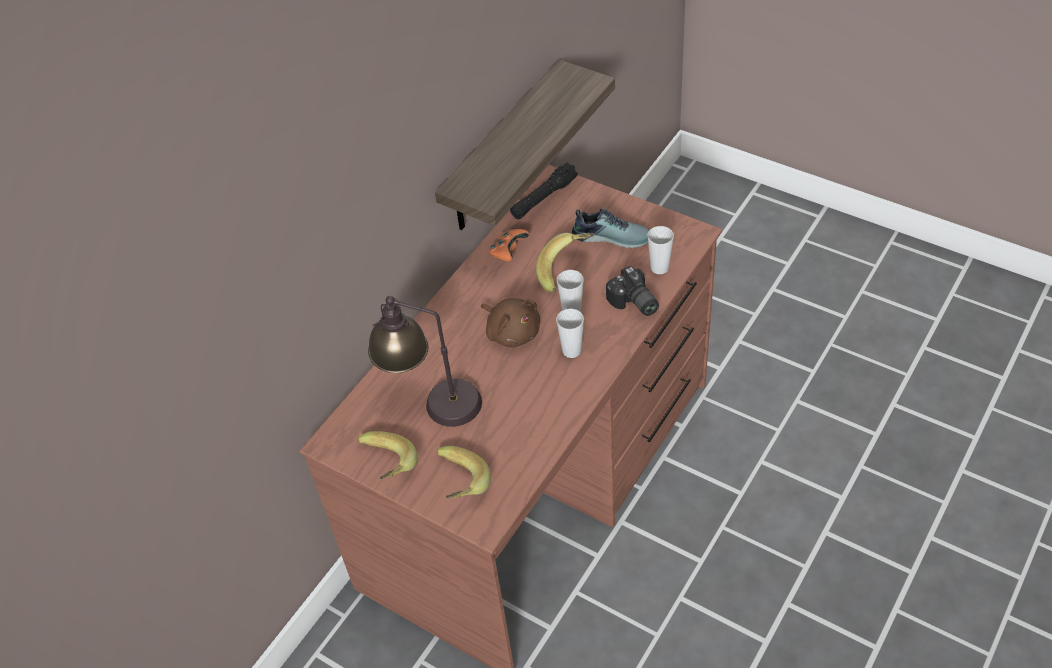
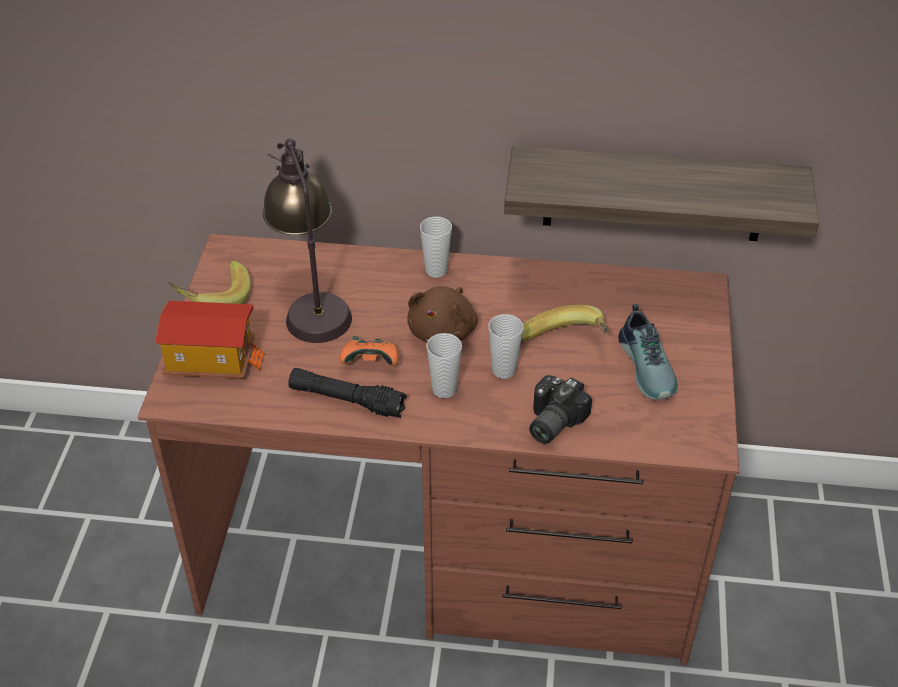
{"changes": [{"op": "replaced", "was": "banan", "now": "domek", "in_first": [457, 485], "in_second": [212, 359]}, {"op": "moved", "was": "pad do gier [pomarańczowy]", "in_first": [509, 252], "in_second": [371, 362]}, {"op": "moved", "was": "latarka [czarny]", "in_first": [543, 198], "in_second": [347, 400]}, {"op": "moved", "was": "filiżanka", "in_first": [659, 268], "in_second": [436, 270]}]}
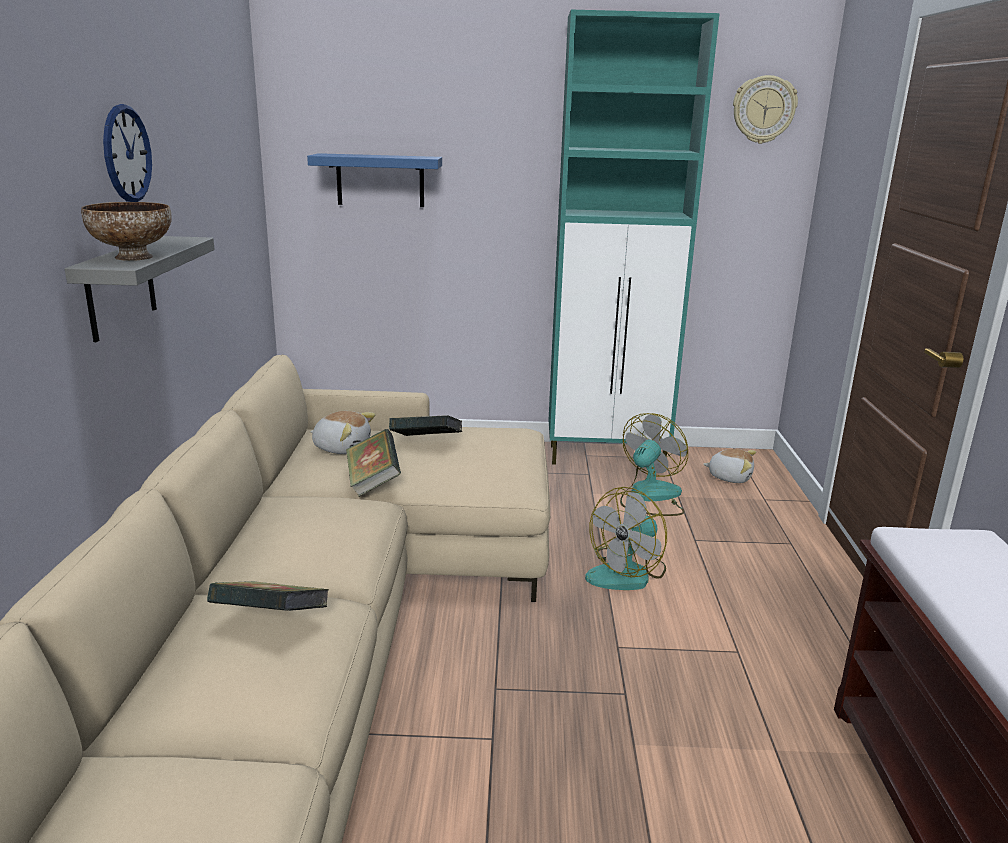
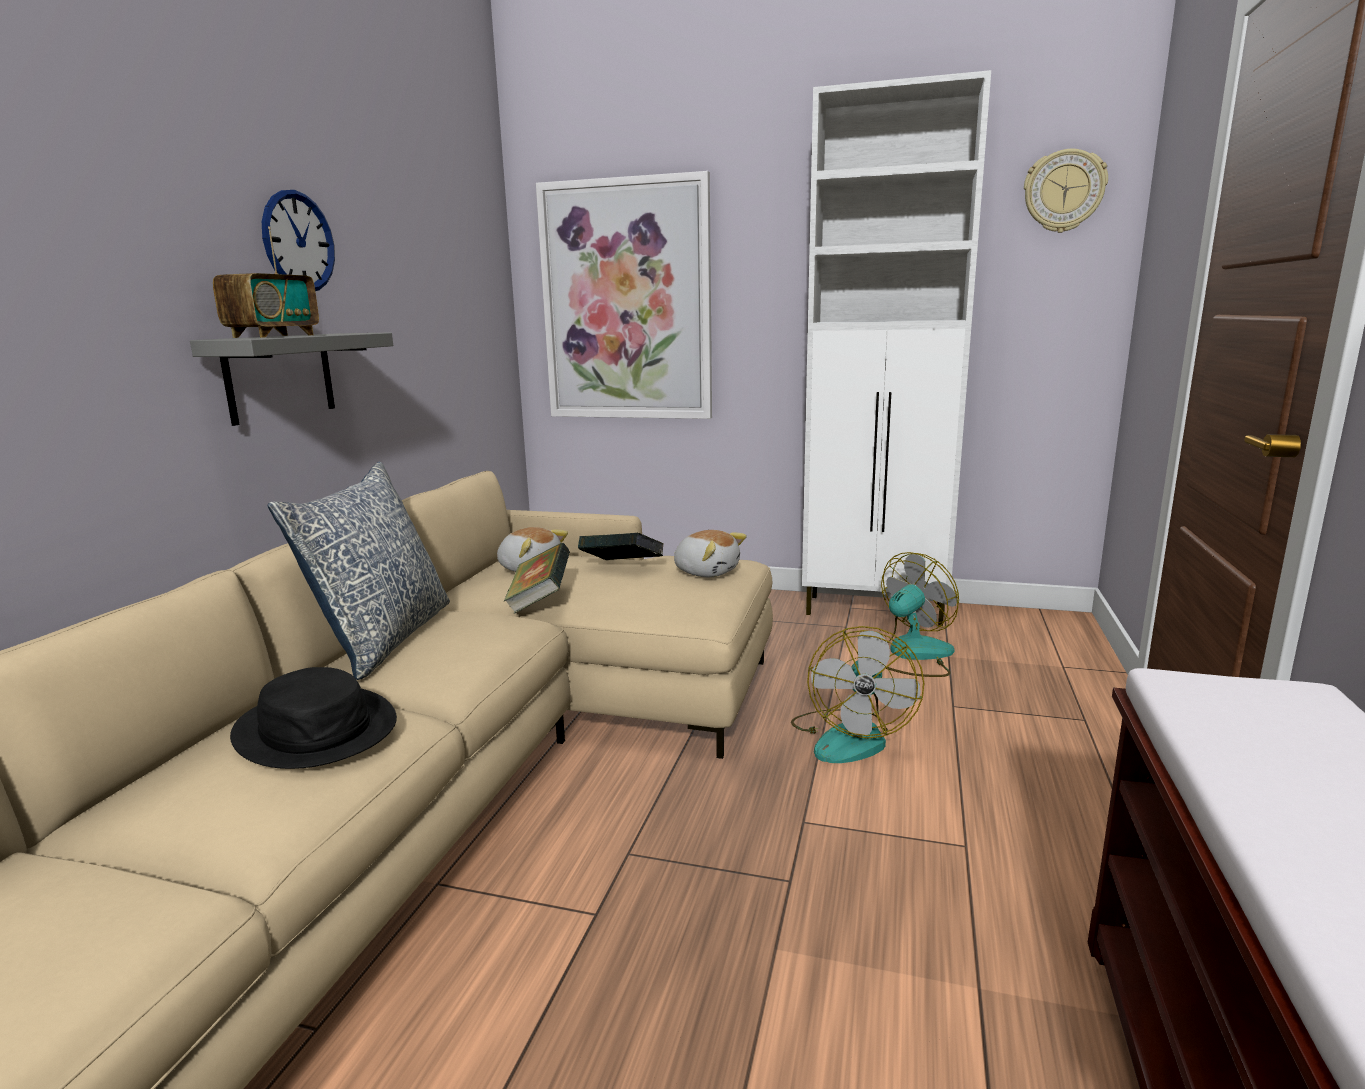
{"changes": [{"op": "replaced", "was": "miska", "now": "radio", "in_first": [132, 257], "in_second": [273, 336]}, {"op": "replaced", "was": "książka", "now": "kapelusz [czarny]", "in_first": [271, 623], "in_second": [316, 729]}, {"op": "replaced", "was": "półka [niebieski]", "now": "obraz", "in_first": [380, 180], "in_second": [626, 302]}, {"op": "recoloured", "was": "szafka [turkusowy]", "now": "szafka [biały]", "in_first": [608, 457], "in_second": [876, 610]}, {"op": "turned", "was": "wentylator", "in_first": [627, 573], "in_second": [850, 737], "clockwise": -45}, {"op": "moved", "was": "pluszak", "in_first": [729, 477], "in_second": [707, 571]}, {"op": "added", "now": "poduszka", "in_second": [383, 639]}]}
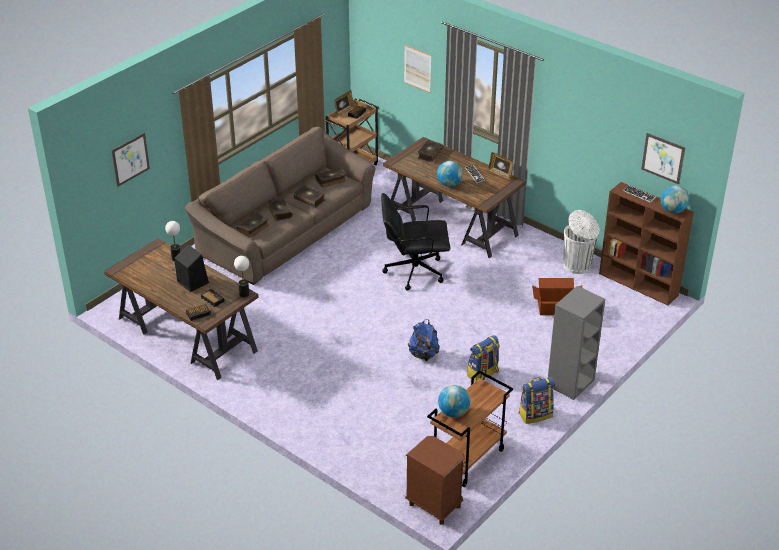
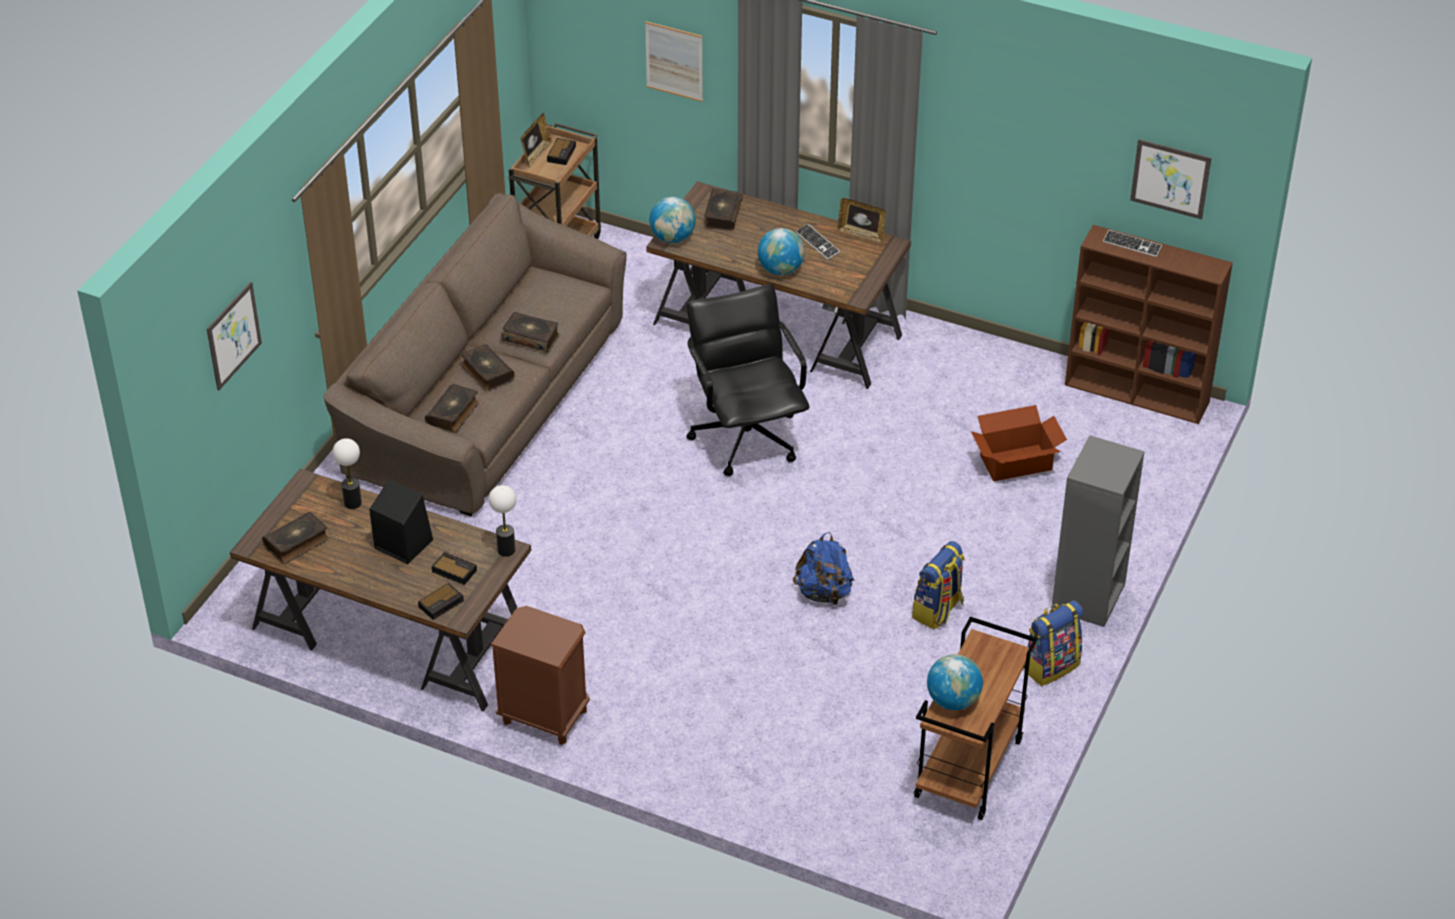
{"changes": [{"op": "moved", "was": "książka", "in_first": [331, 180], "in_second": [297, 543]}, {"op": "turned", "was": "krzesło biurowe [czarny]", "in_first": [413, 271], "in_second": [746, 437], "clockwise": 90}, {"op": "moved", "was": "szafka nocna [brązowy]", "in_first": [434, 506], "in_second": [544, 717]}, {"op": "removed", "was": "kosz na śmieci [biały]", "in_first": [578, 265]}, {"op": "moved", "was": "globus", "in_first": [673, 210], "in_second": [672, 238]}]}
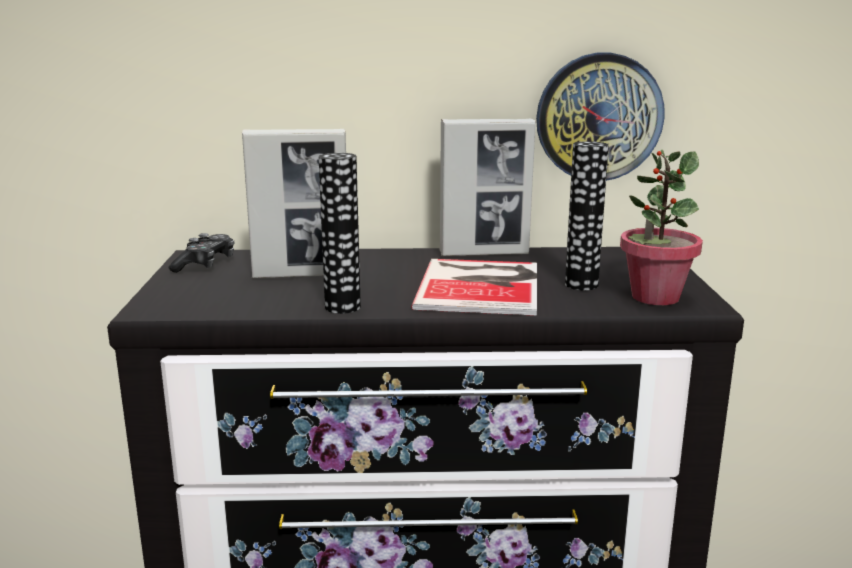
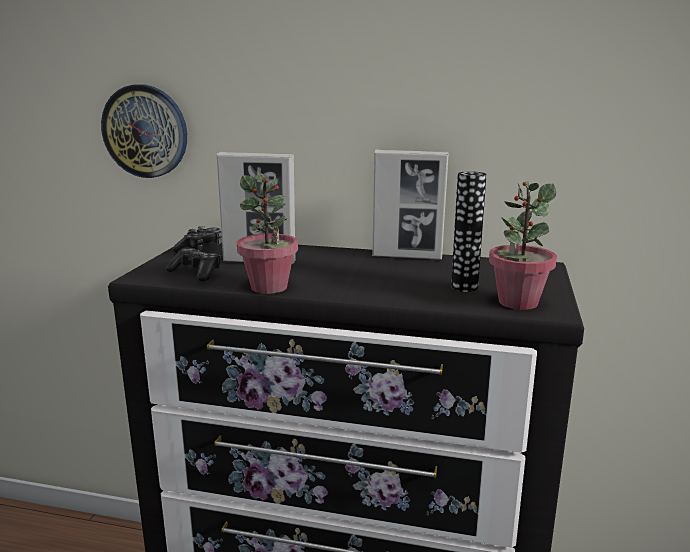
{"changes": [{"op": "replaced", "was": "wazon", "now": "roślina doniczkowa", "in_first": [342, 307], "in_second": [269, 287]}, {"op": "removed", "was": "książka", "in_first": [482, 286]}, {"op": "moved", "was": "zegar ścienny", "in_first": [599, 117], "in_second": [145, 131]}, {"op": "added", "now": "pad do gier", "in_second": [196, 273]}]}
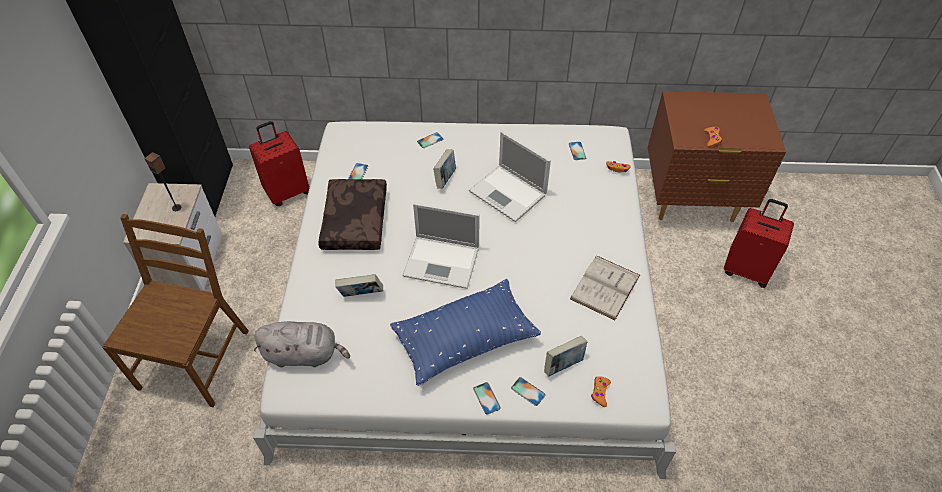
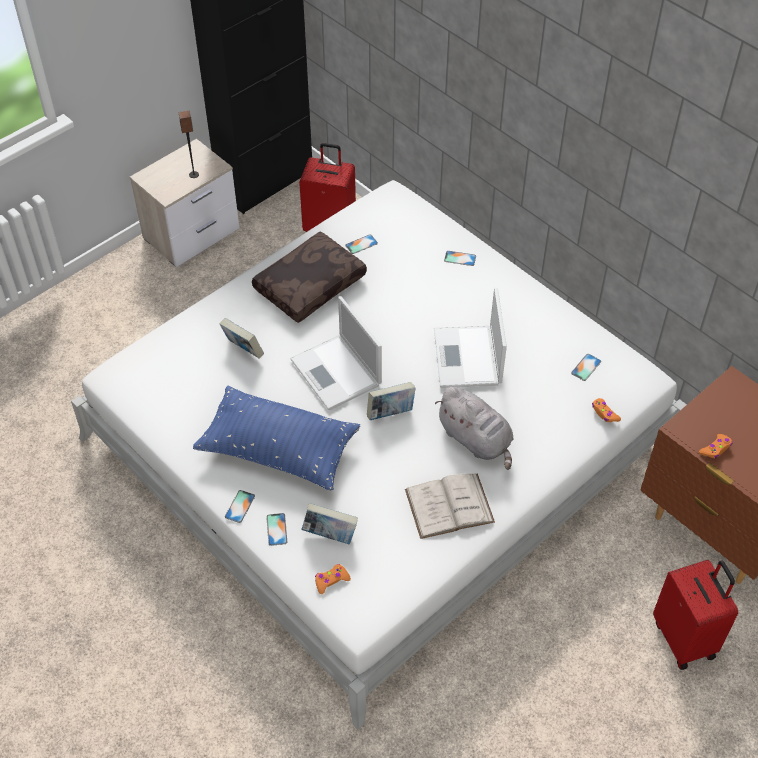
{"changes": [{"op": "removed", "was": "krzesło [brązowy]", "in_first": [195, 358]}, {"op": "moved", "was": "pluszak [szary]", "in_first": [304, 354], "in_second": [476, 440]}, {"op": "moved", "was": "książka", "in_first": [445, 179], "in_second": [390, 413]}]}
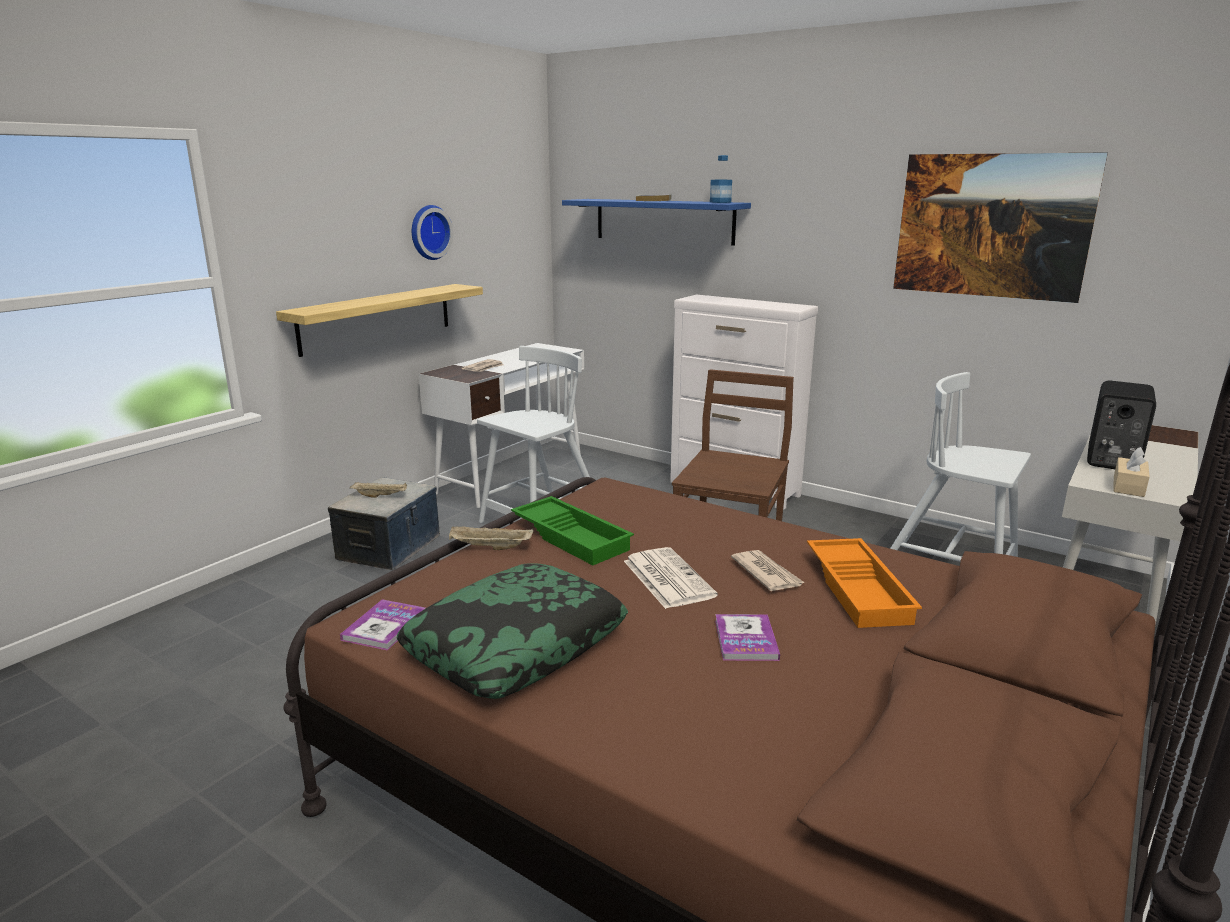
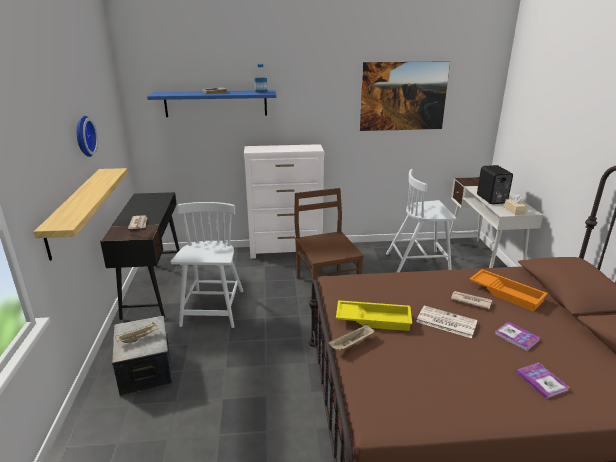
{"changes": [{"op": "moved", "was": "książka", "in_first": [384, 626], "in_second": [541, 381]}, {"op": "removed", "was": "poduszka", "in_first": [516, 646]}, {"op": "recoloured", "was": "biurko [biały]", "now": "biurko [czarny]", "in_first": [512, 475], "in_second": [154, 286]}, {"op": "recoloured", "was": "taca [zielony]", "now": "taca [żółty]", "in_first": [573, 537], "in_second": [374, 319]}]}
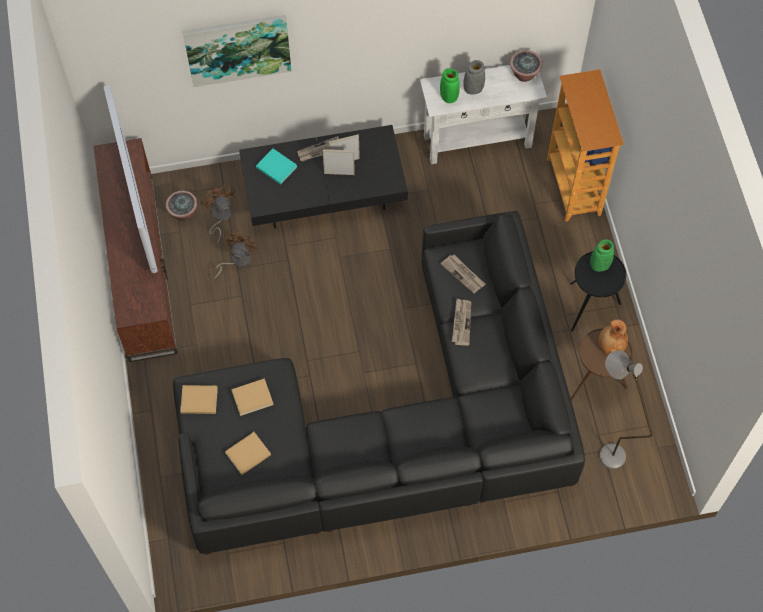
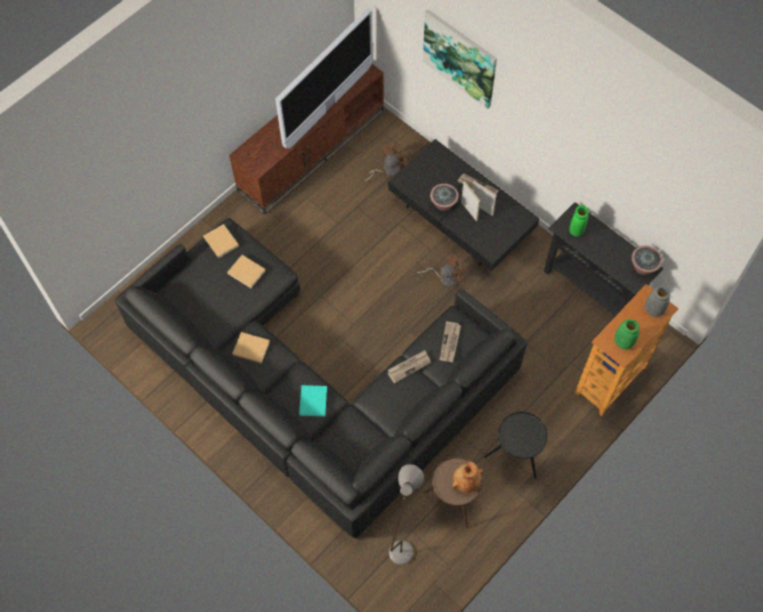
{"changes": [{"op": "moved", "was": "roślina doniczkowa", "in_first": [183, 213], "in_second": [443, 204]}, {"op": "moved", "was": "wentylator [brązowy]", "in_first": [236, 260], "in_second": [445, 277]}, {"op": "moved", "was": "książka [beżowy]", "in_first": [247, 454], "in_second": [250, 348]}, {"op": "moved", "was": "książka [turkusowy]", "in_first": [275, 166], "in_second": [313, 400]}, {"op": "recoloured", "was": "stolik konsolowy [biały]", "now": "stolik konsolowy [czarny]", "in_first": [477, 141], "in_second": [590, 289]}, {"op": "moved", "was": "wazon [szary]", "in_first": [473, 89], "in_second": [653, 310]}, {"op": "moved", "was": "wazon [zielony]", "in_first": [599, 265], "in_second": [623, 342]}]}
